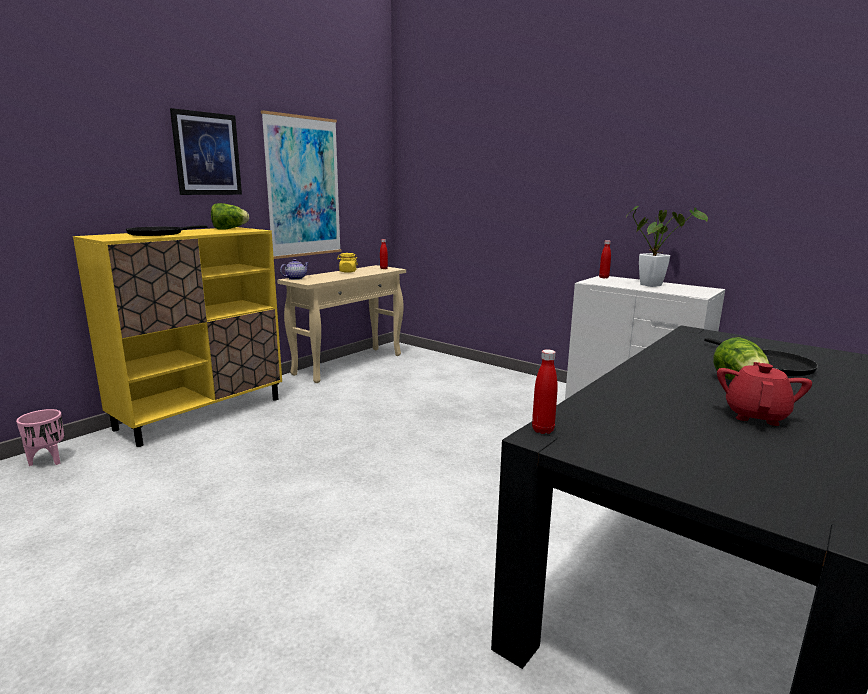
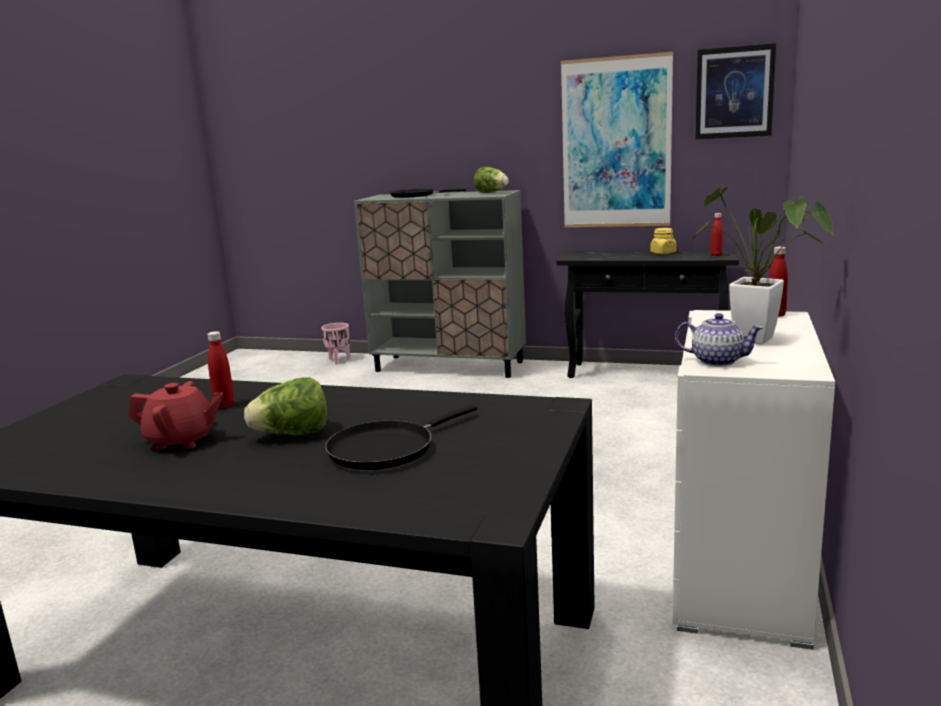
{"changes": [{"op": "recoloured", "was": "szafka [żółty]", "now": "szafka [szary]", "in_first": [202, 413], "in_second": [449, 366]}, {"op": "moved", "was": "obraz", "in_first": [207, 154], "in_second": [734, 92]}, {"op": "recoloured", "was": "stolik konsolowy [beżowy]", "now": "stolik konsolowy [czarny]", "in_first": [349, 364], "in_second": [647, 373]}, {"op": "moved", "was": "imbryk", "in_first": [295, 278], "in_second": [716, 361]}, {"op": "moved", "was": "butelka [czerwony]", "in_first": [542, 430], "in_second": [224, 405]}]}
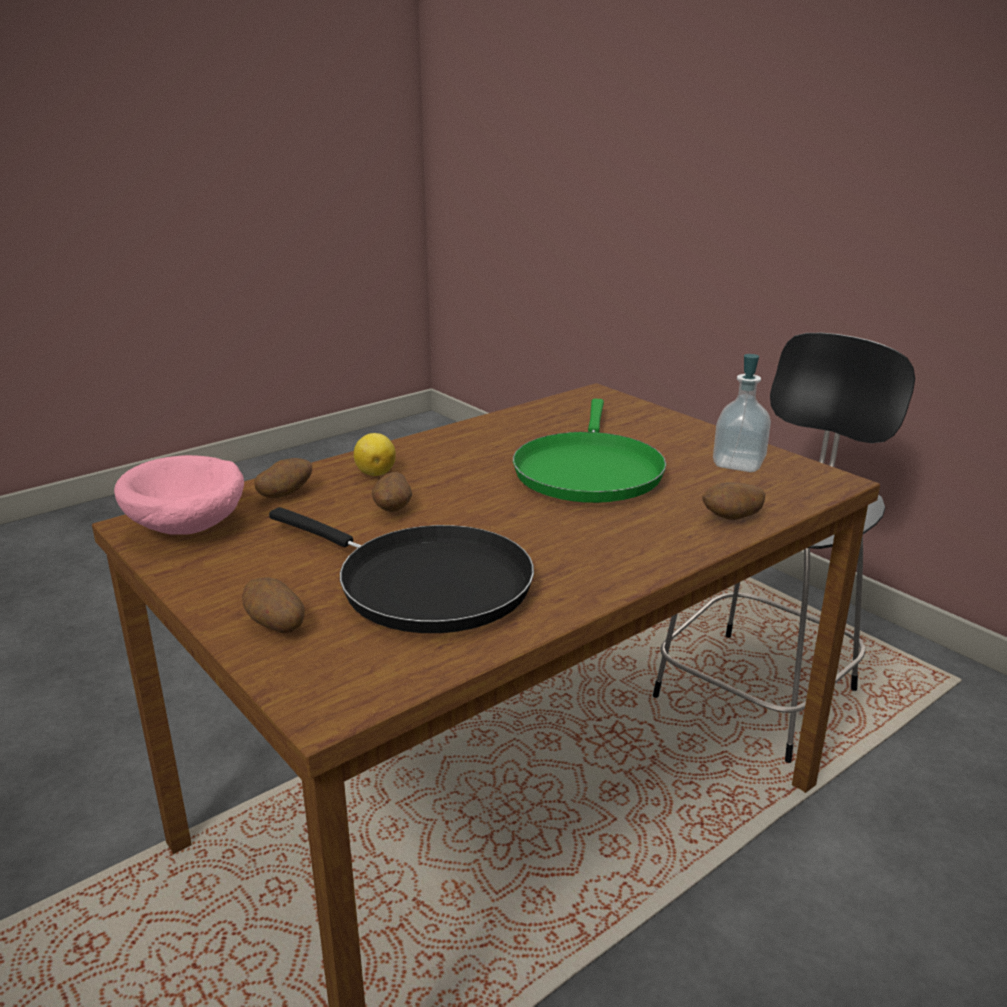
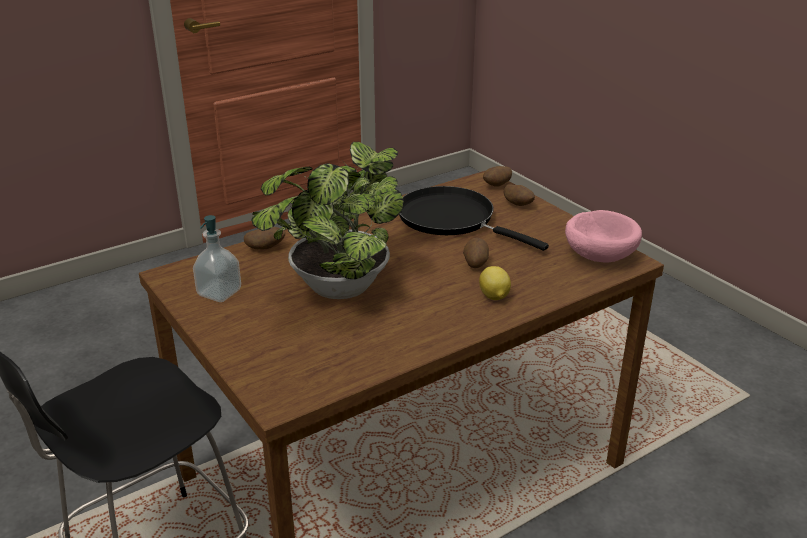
{"changes": [{"op": "moved", "was": "ziemniak", "in_first": [285, 495], "in_second": [497, 186]}, {"op": "replaced", "was": "patelnia [zielony]", "now": "roślina doniczkowa", "in_first": [588, 471], "in_second": [336, 291]}]}
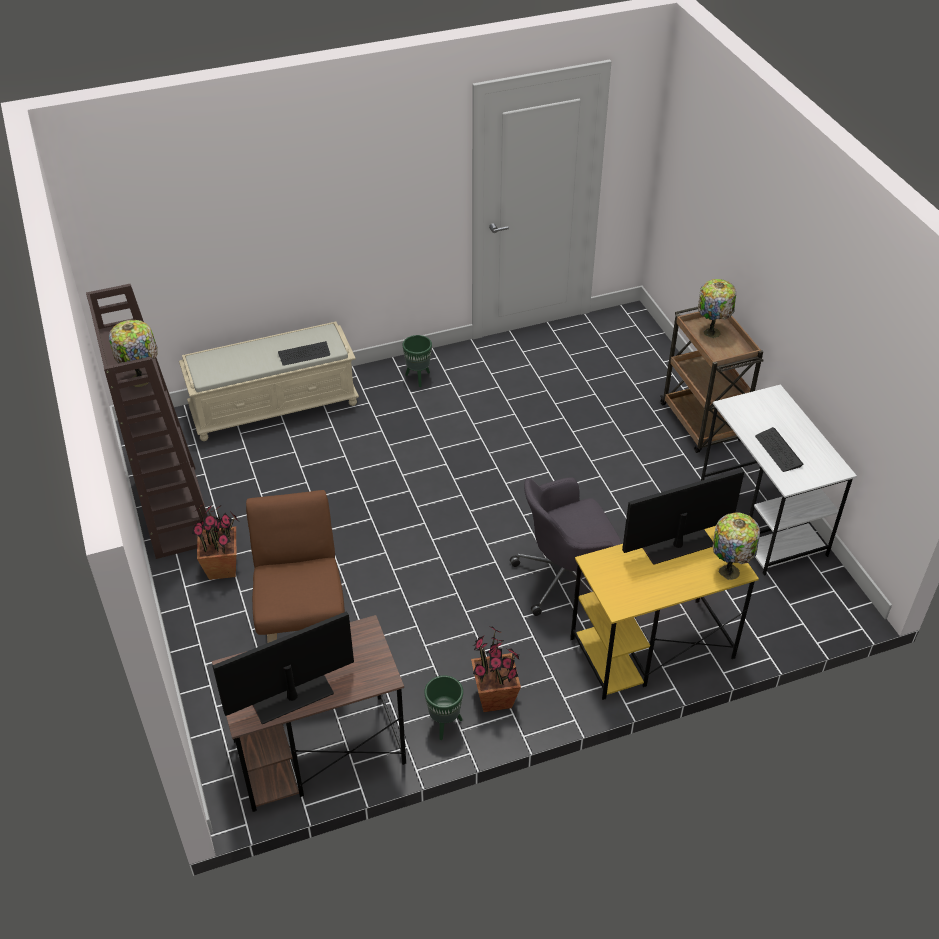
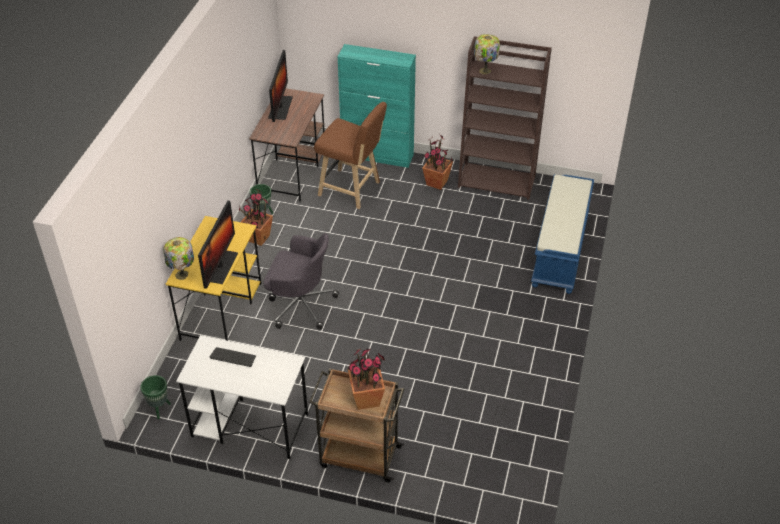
{"changes": [{"op": "recoloured", "was": "ławka [beżowy]", "now": "ławka [niebieski]", "in_first": [275, 406], "in_second": [560, 250]}, {"op": "removed", "was": "klawiatura", "in_first": [304, 354]}, {"op": "moved", "was": "donica [zielony]", "in_first": [418, 378], "in_second": [159, 409]}, {"op": "turned", "was": "krzesło biurowe [szary]", "in_first": [566, 578], "in_second": [300, 304], "clockwise": 90}, {"op": "replaced", "was": "lampa stołowa", "now": "roślina doniczkowa", "in_first": [712, 331], "in_second": [367, 399]}, {"op": "added", "now": "szafka [turkusowy]", "in_second": [378, 155]}]}
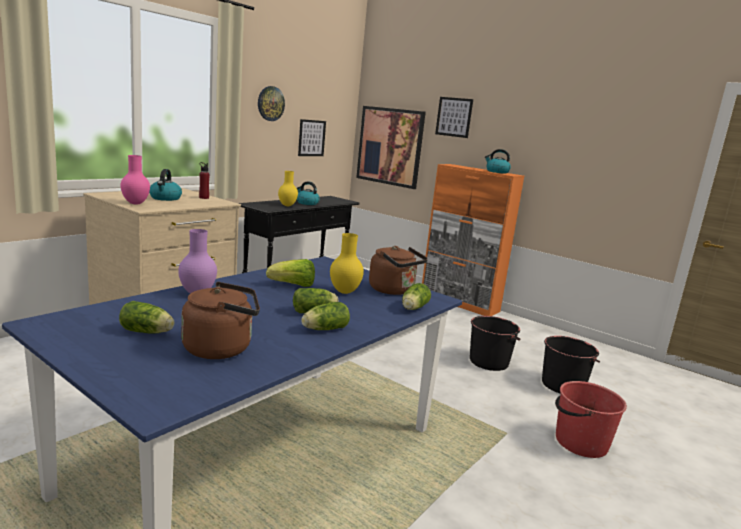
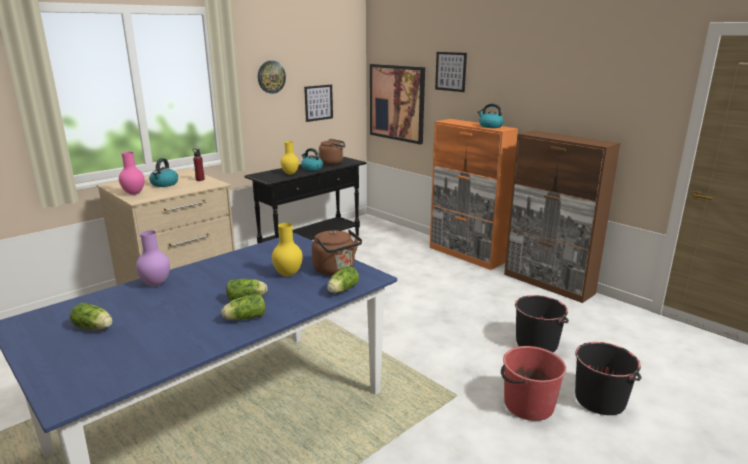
{"changes": [{"op": "moved", "was": "czajnik [brązowy]", "in_first": [222, 348], "in_second": [333, 162]}, {"op": "removed", "was": "sałata", "in_first": [293, 286]}, {"op": "moved", "was": "wiadro [czarny]", "in_first": [489, 362], "in_second": [600, 400]}, {"op": "added", "now": "szafka [brązowy]", "in_second": [548, 284]}]}
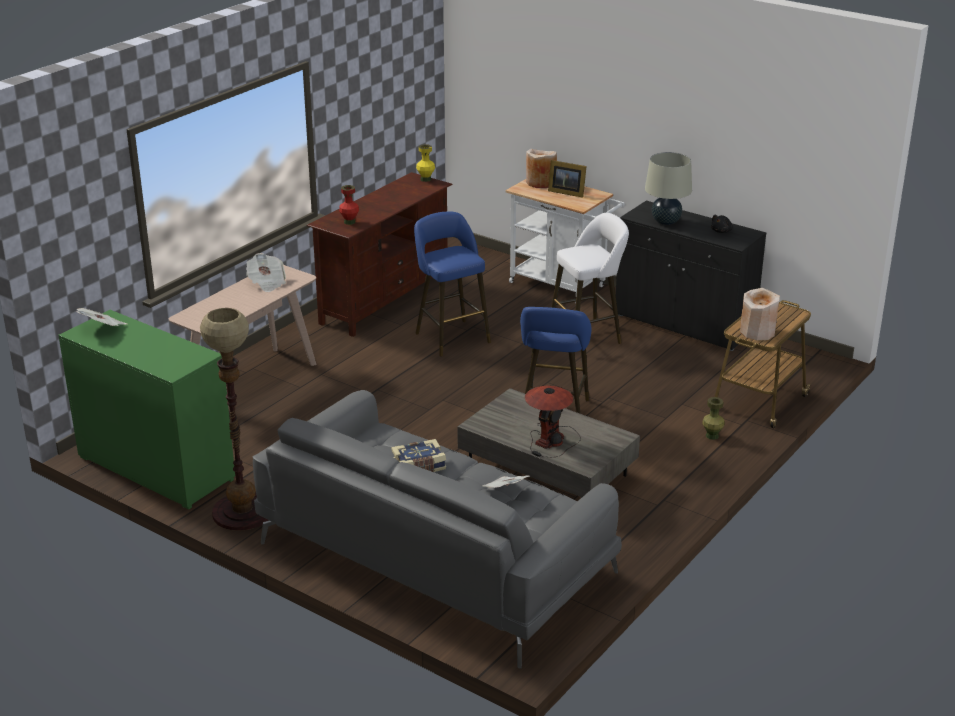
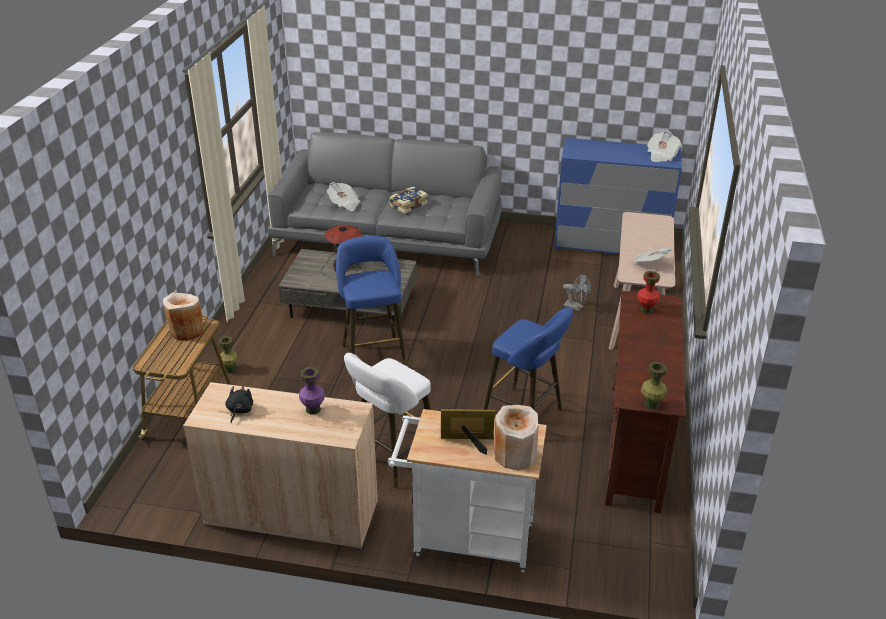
{"changes": [{"op": "recoloured", "was": "komoda [zielony]", "now": "komoda [niebieski]", "in_first": [156, 468], "in_second": [610, 243]}, {"op": "removed", "was": "lampa stojąca", "in_first": [242, 512]}, {"op": "recoloured", "was": "wazon [żółty]", "now": "wazon [zielony]", "in_first": [425, 179], "in_second": [651, 404]}, {"op": "recoloured", "was": "szafka [czarny]", "now": "szafka [beżowy]", "in_first": [684, 323], "in_second": [292, 513]}, {"op": "replaced", "was": "lampa stołowa [beżowy]", "now": "wazon [fioletowy]", "in_first": [666, 222], "in_second": [313, 409]}, {"op": "added", "now": "wentylator [szary]", "in_second": [576, 307]}]}
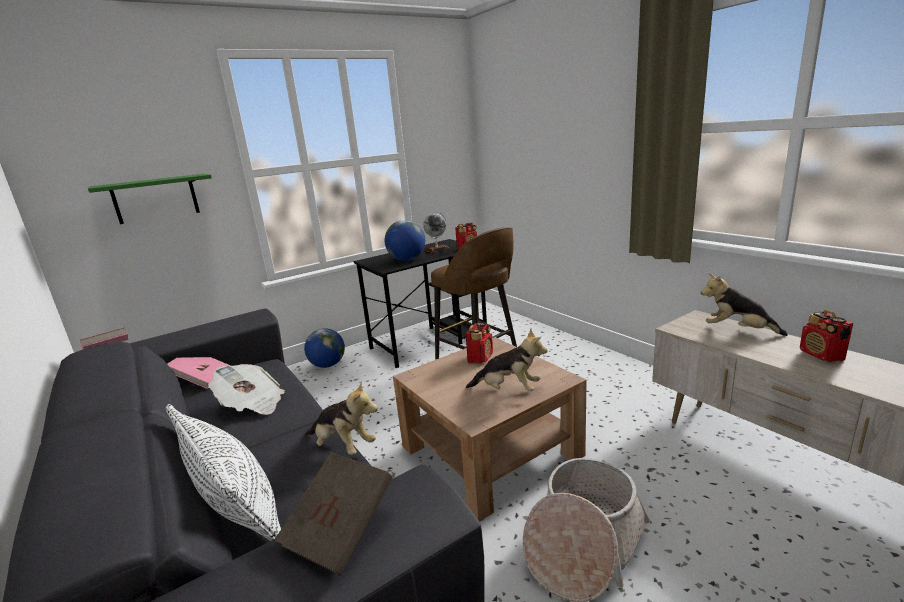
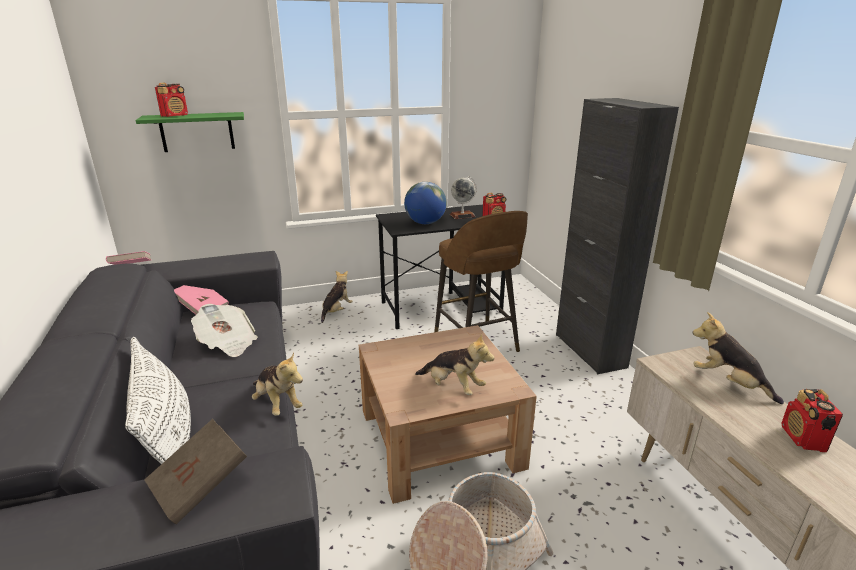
{"changes": [{"op": "replaced", "was": "globus", "now": "pluszak", "in_first": [328, 365], "in_second": [336, 311]}, {"op": "moved", "was": "radio", "in_first": [480, 357], "in_second": [175, 115]}, {"op": "added", "now": "szafka [czarny]", "in_second": [590, 350]}]}
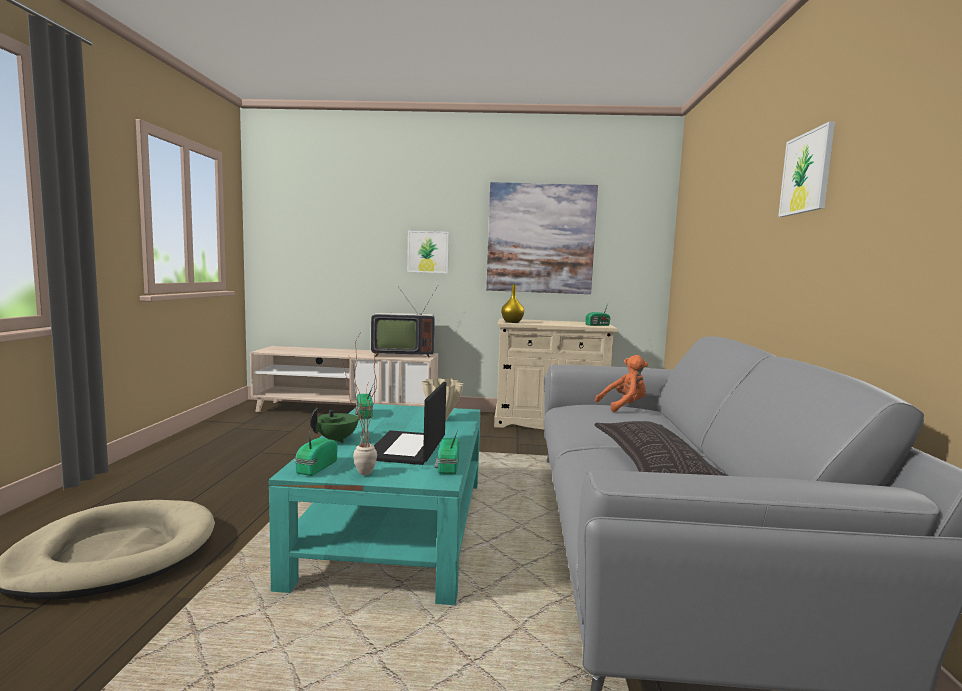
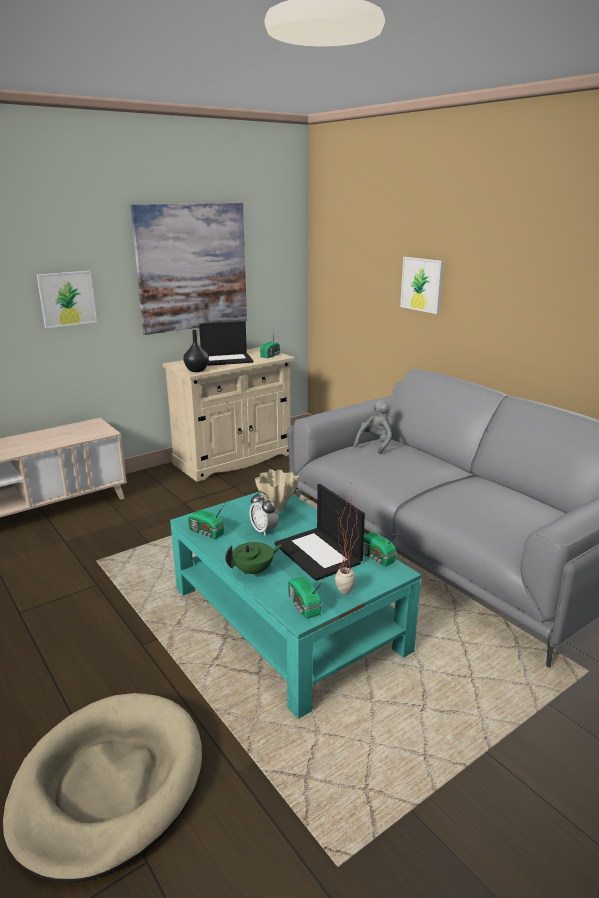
{"changes": [{"op": "turned", "was": "imbryk [zielony]", "in_first": [337, 440], "in_second": [254, 571], "clockwise": 60}, {"op": "removed", "was": "telewizor", "in_first": [402, 354]}, {"op": "recoloured", "was": "wazon [żółty]", "now": "wazon [czarny]", "in_first": [512, 322], "in_second": [197, 370]}, {"op": "removed", "was": "poduszka", "in_first": [652, 462]}, {"op": "recoloured", "was": "pluszak [pomarańczowy]", "now": "pluszak [szary]", "in_first": [624, 406], "in_second": [375, 444]}, {"op": "moved", "was": "obraz", "in_first": [806, 173], "in_second": [422, 284]}, {"op": "added", "now": "laptop", "in_second": [227, 359]}, {"op": "added", "now": "budzik", "in_second": [264, 530]}]}
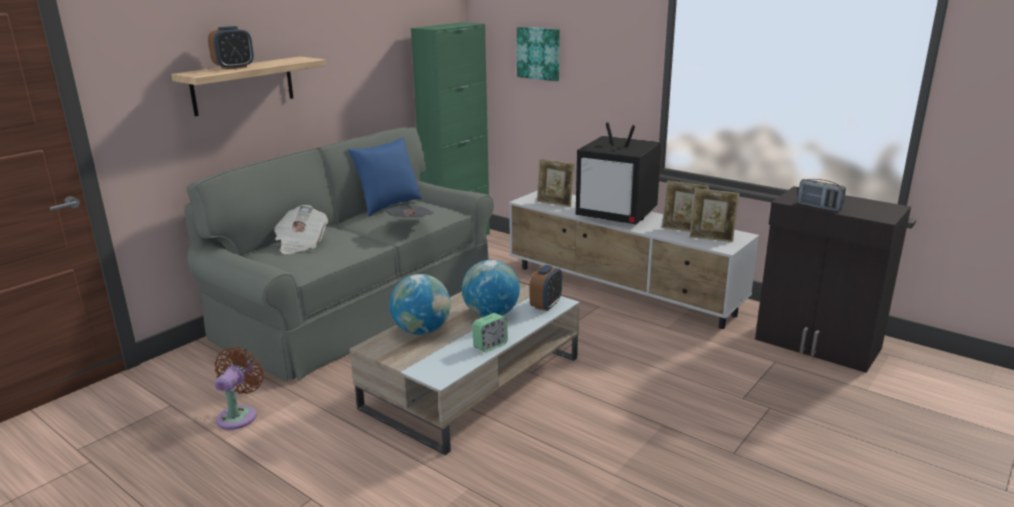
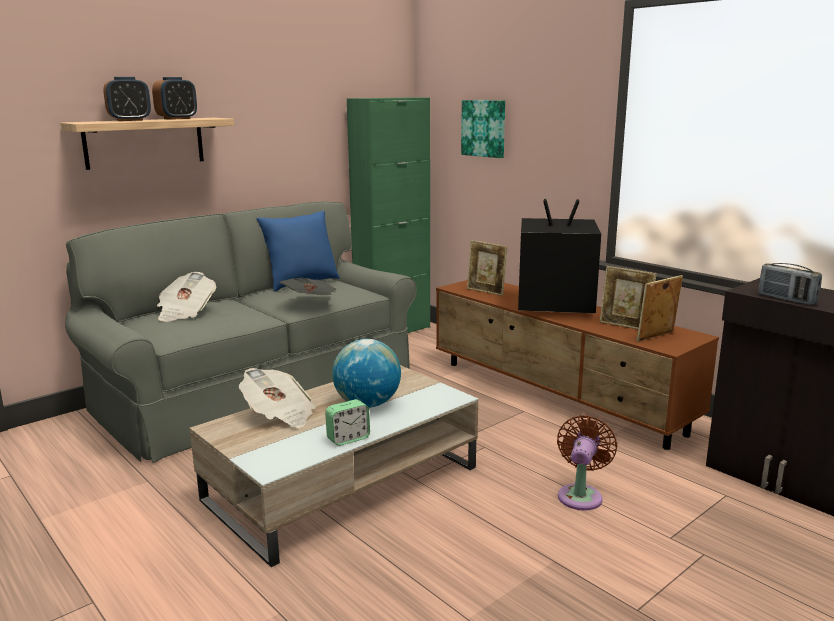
{"changes": [{"op": "moved", "was": "wentylator [brązowy]", "in_first": [239, 415], "in_second": [581, 495]}, {"op": "replaced", "was": "globus", "now": "gazeta", "in_first": [422, 331], "in_second": [279, 415]}, {"op": "recoloured", "was": "szafka pod telewizor [biały]", "now": "szafka pod telewizor [brązowy]", "in_first": [622, 291], "in_second": [557, 397]}, {"op": "moved", "was": "budzik", "in_first": [546, 305], "in_second": [177, 119]}, {"op": "turned", "was": "telewizor", "in_first": [618, 215], "in_second": [553, 306], "clockwise": 150}, {"op": "turned", "was": "ramka na zdjęcie", "in_first": [711, 239], "in_second": [656, 337], "clockwise": 120}]}
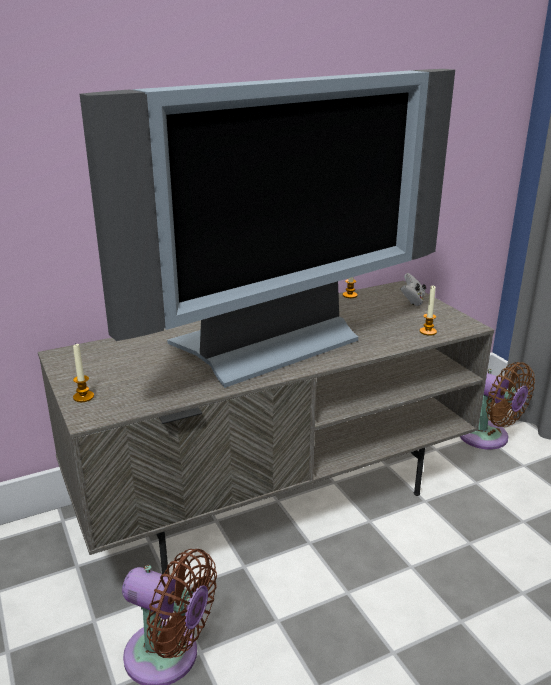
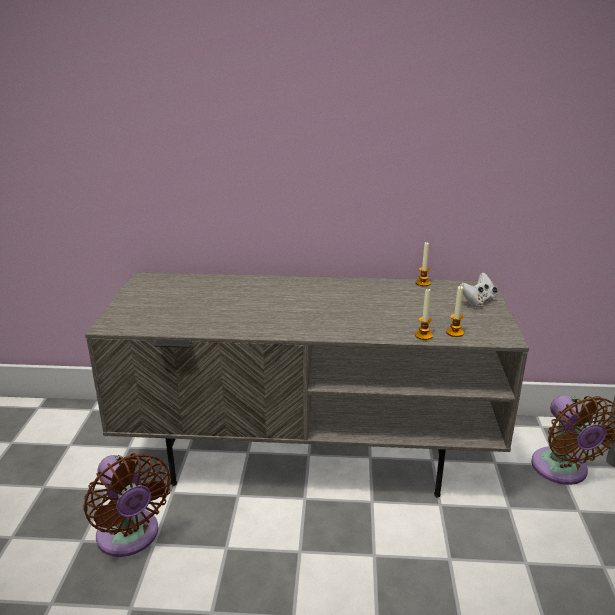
{"changes": [{"op": "moved", "was": "świeca", "in_first": [83, 397], "in_second": [423, 335]}, {"op": "removed", "was": "telewizor", "in_first": [271, 346]}]}
